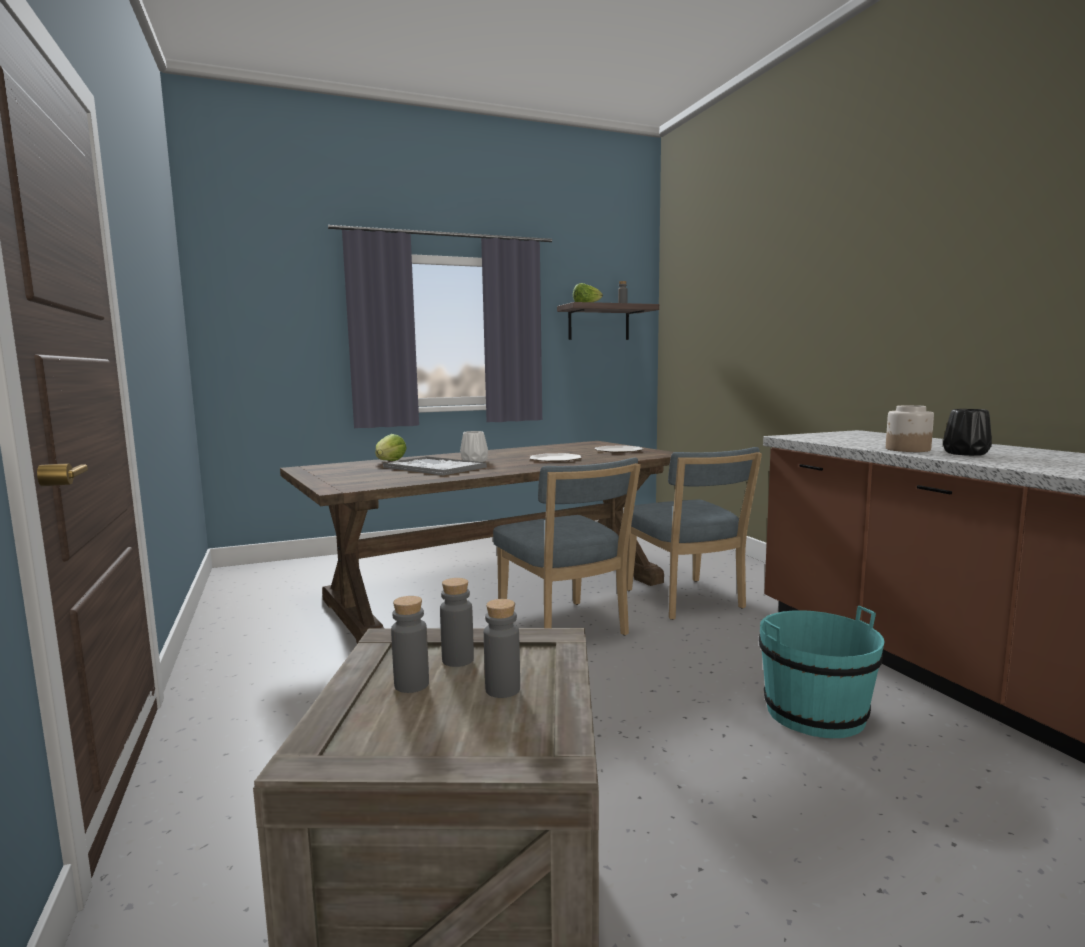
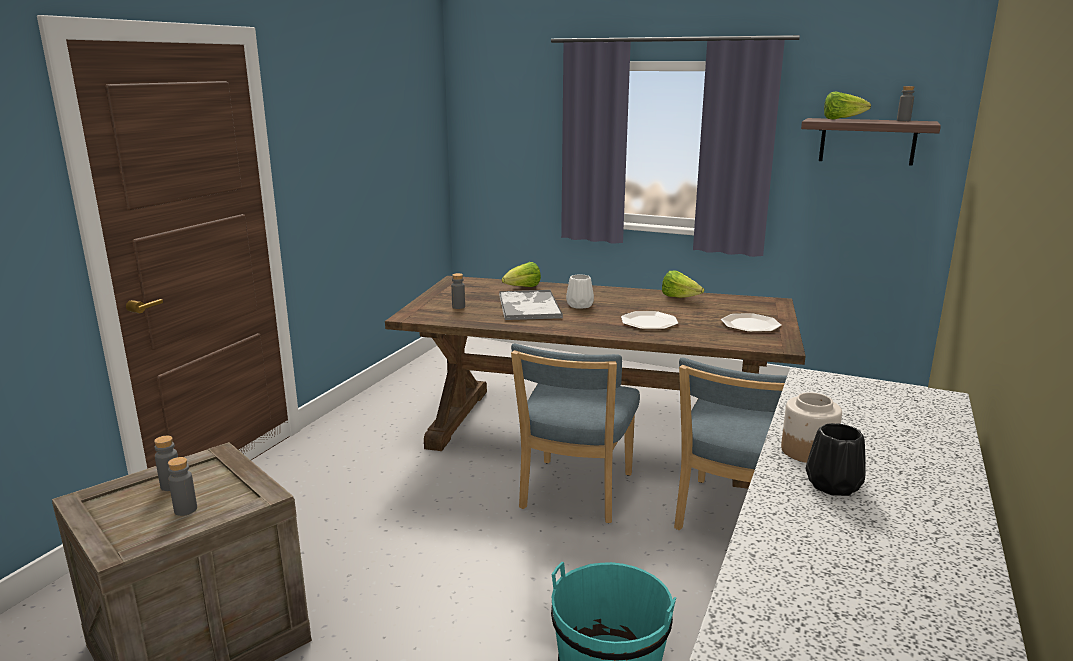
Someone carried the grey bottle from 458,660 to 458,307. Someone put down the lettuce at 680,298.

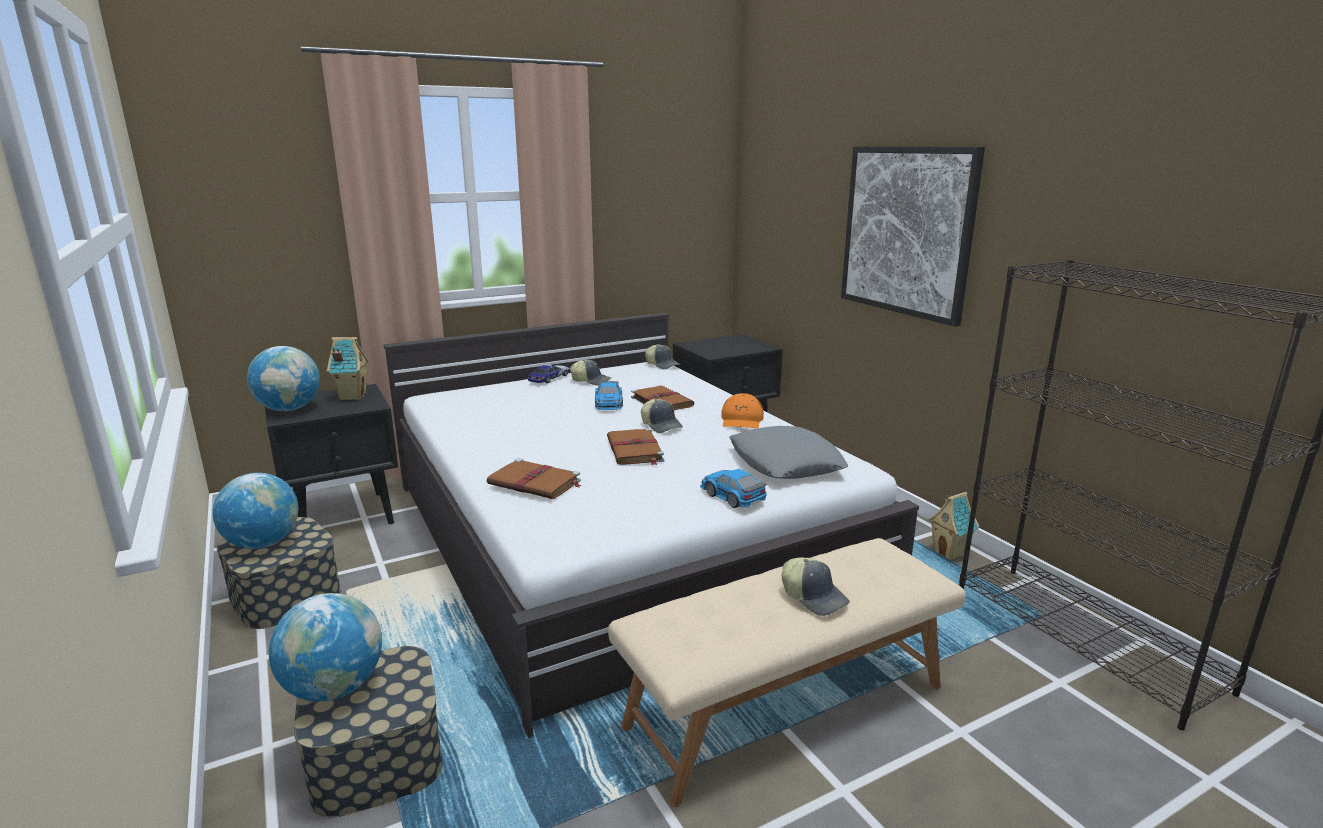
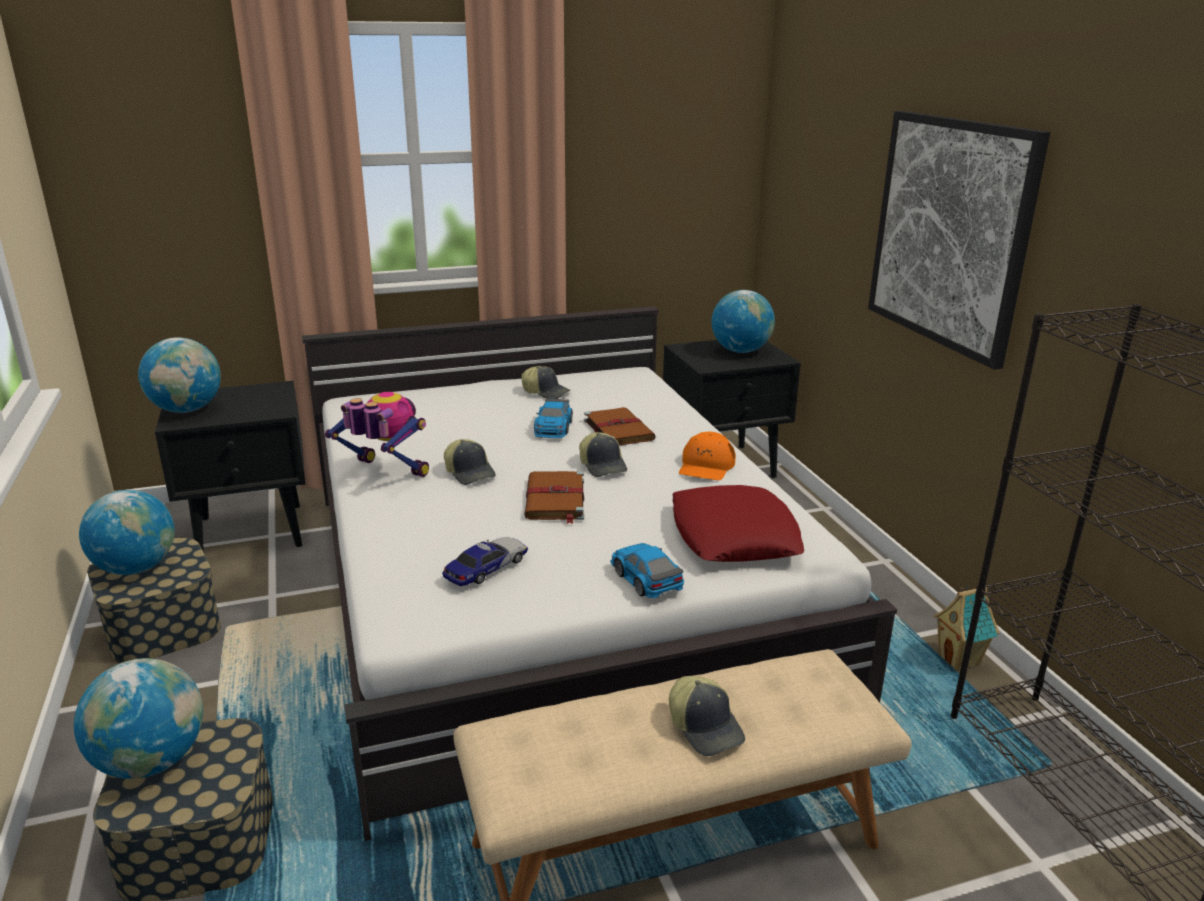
Someone took away the toy house at 352,396. Someone took away the brown book at 536,483. Someone carried the toy car from 549,378 to 486,568. Someone carried the cap from 662,365 to 470,473. Someone repainted the grey pillow at 785,463, which became the red pillow at 733,535. Someone put down the toy robot at 385,472. Someone put down the globe at 740,351.

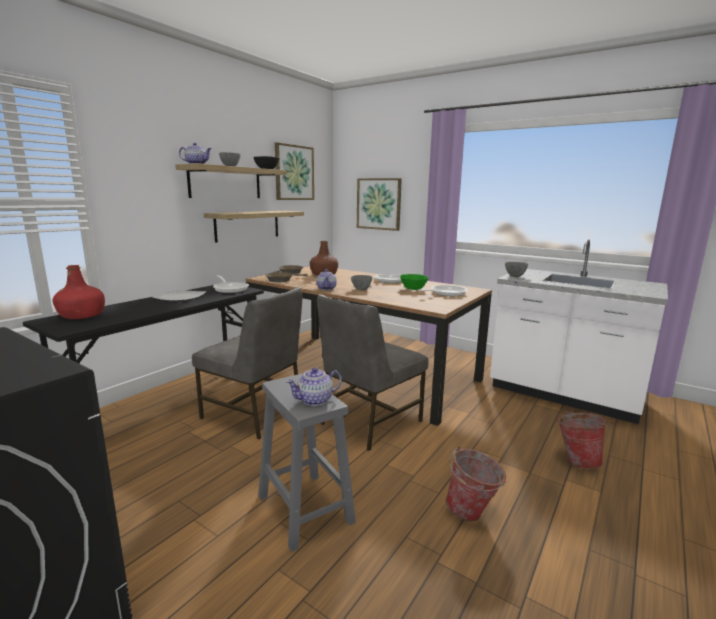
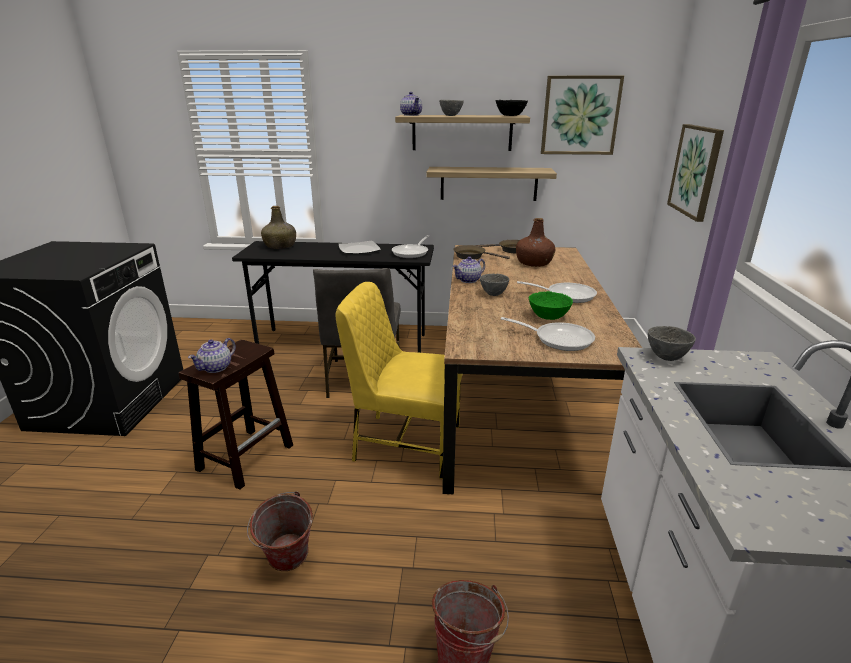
Someone repainted the red bottle at 82,315, which became the green bottle at 280,246. Someone repainted the grey stool at 303,508, which became the brown stool at 246,456. Someone rotated the teapot at 315,400 by 90 degrees counterclockwise. Someone repainted the grey chair at 369,422, which became the yellow chair at 405,443.

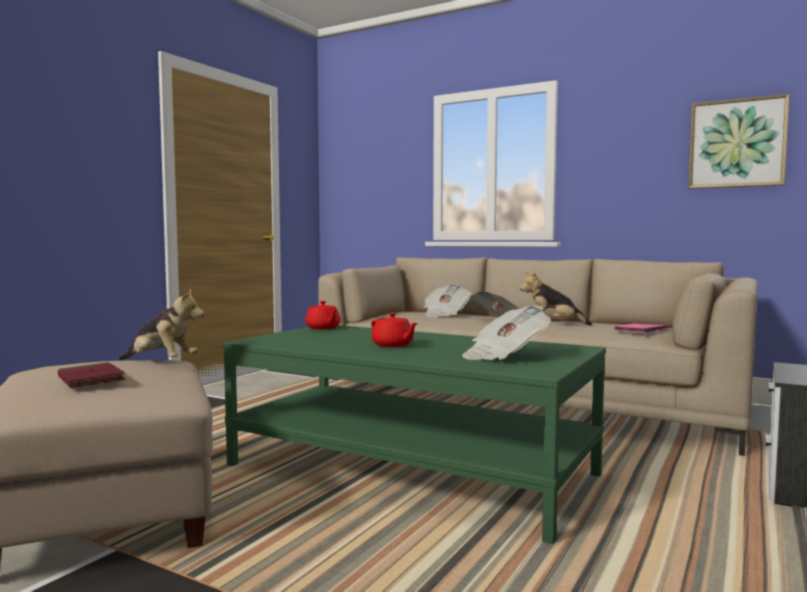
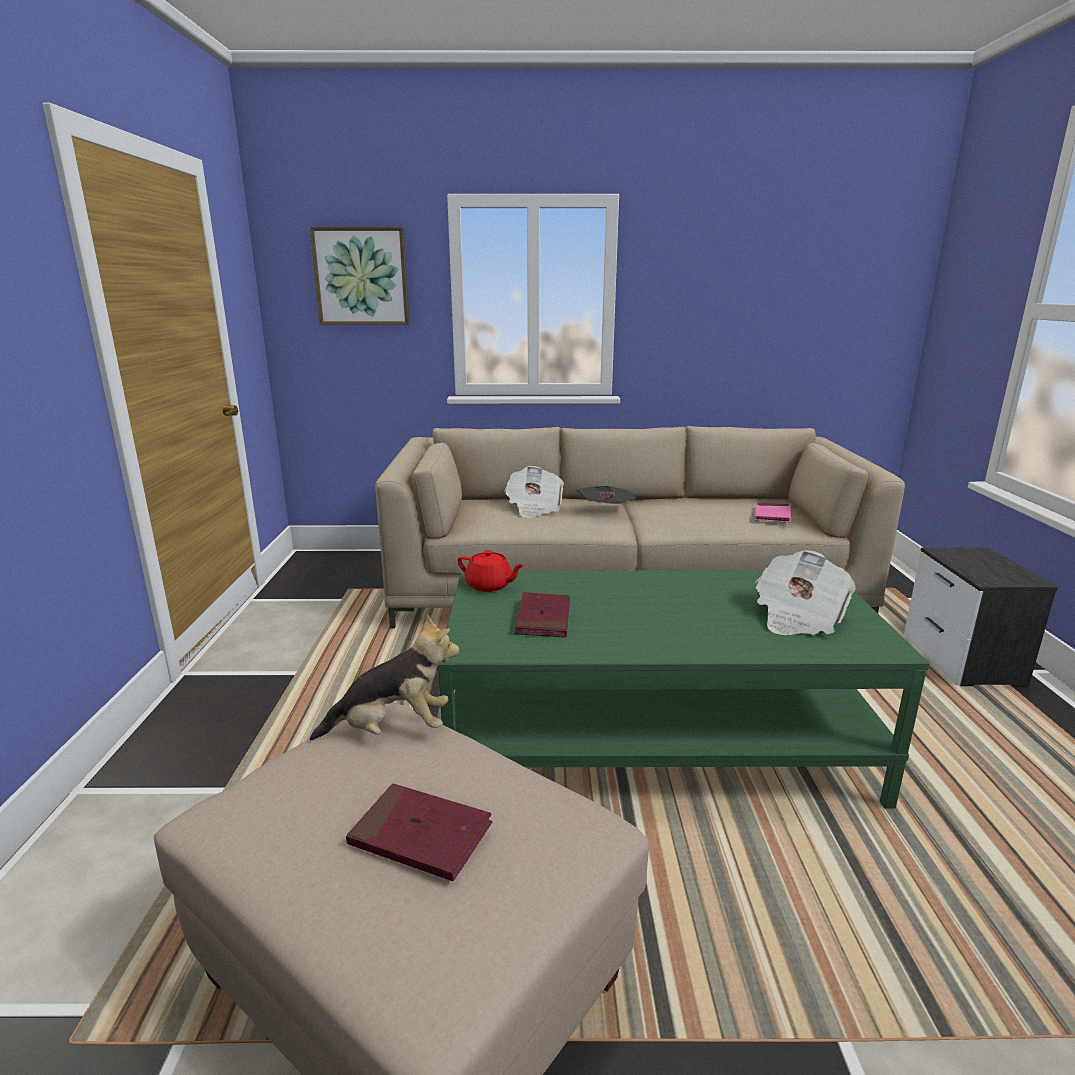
Someone took away the red teapot at 393,345. Someone took away the plush toy at 553,324. Someone carried the picture from 737,143 to 361,277. Someone put down the red book at 543,618.

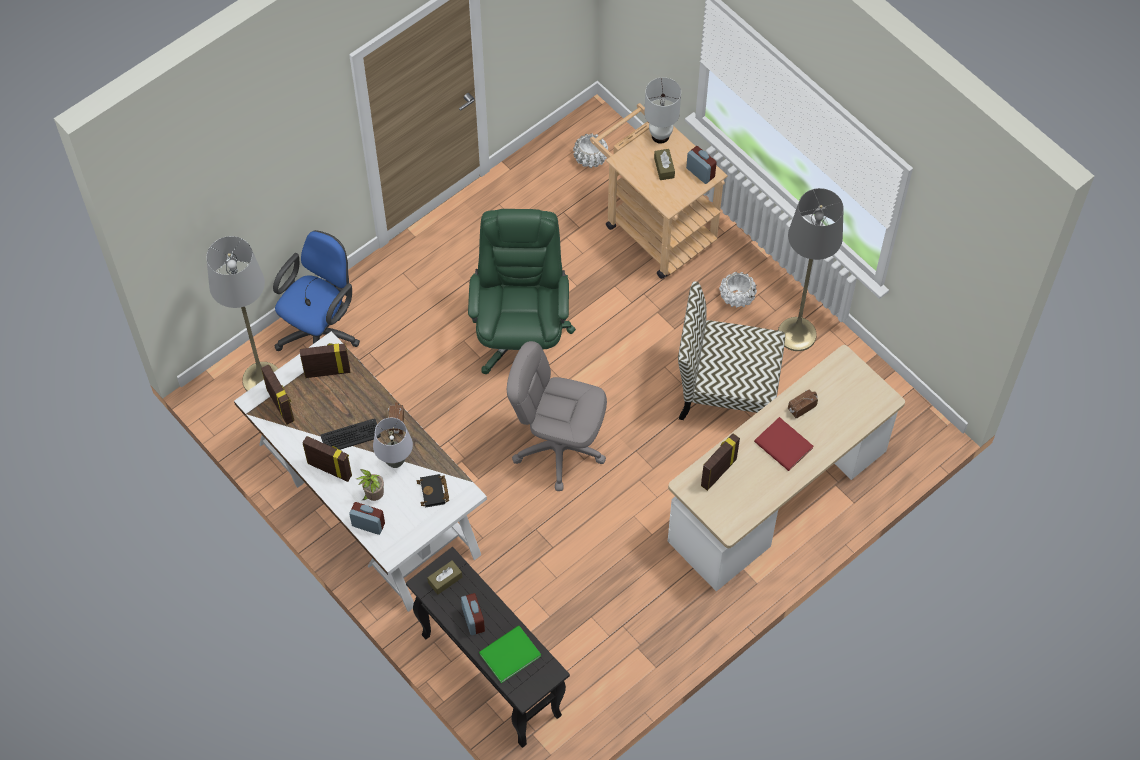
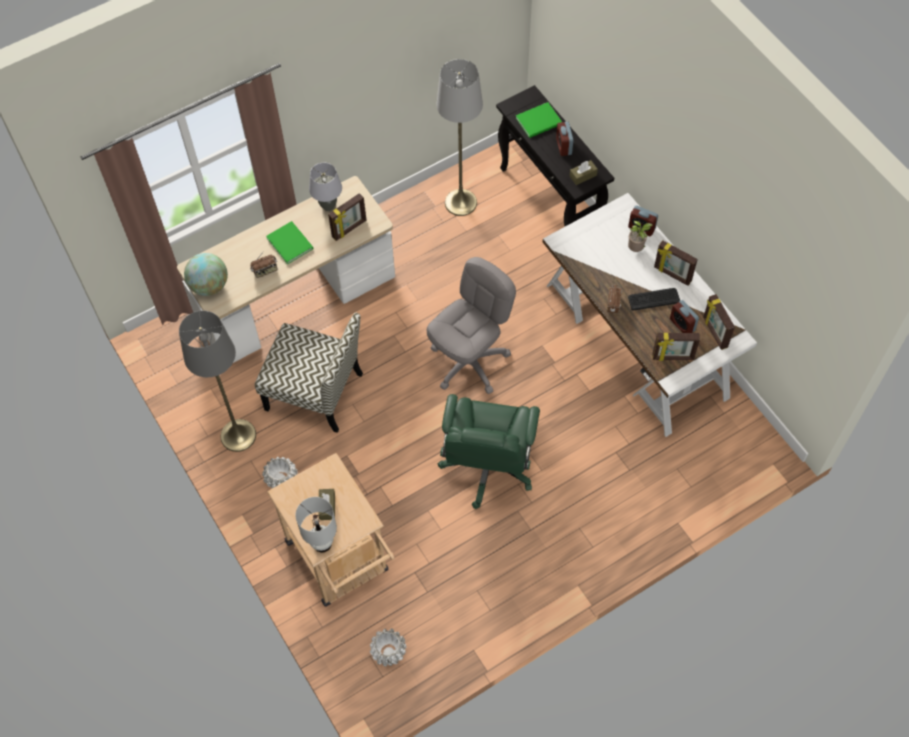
Someone carried the grey floor lamp from 262,379 to 461,202. Someone took away the blue office chair at 321,332. Someone carried the grey table lamp from 395,461 to 328,206. Someone took away the black book at 434,492. Someone rotated the grey office chair at 559,448 by 75 degrees counterclockwise. Someone carried the alarm clock from 700,172 to 682,324. Someone repainted the red book at 783,447, which became the green book at 290,242. Someone put down the globe at 209,285.

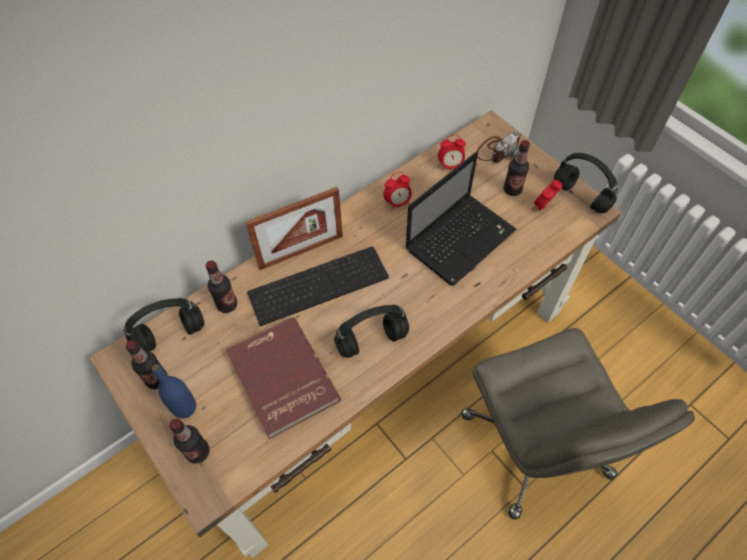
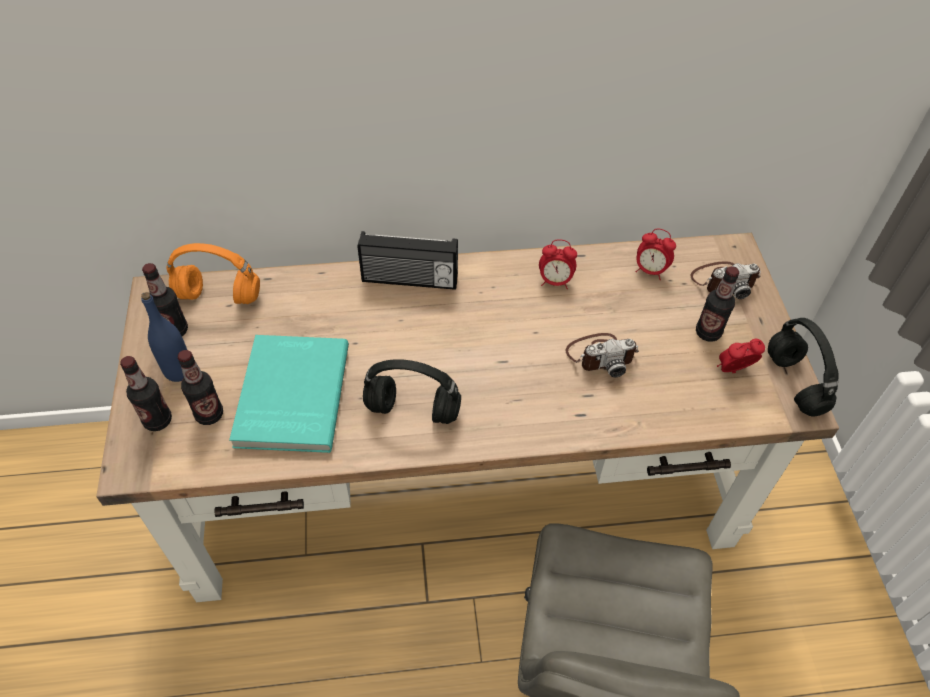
Someone repainted the black headphones at 171,335, which became the orange headphones at 220,296. Someone carried the bottle from 227,305 to 209,414. Someone repainted the red book at 281,378, which became the turquoise book at 290,395. Someone swapped the picture frame at 301,251 for the radio at 409,280. Someone took away the keyboard at 319,283. Someone swapped the laptop at 461,238 for the photo camera at 601,355.

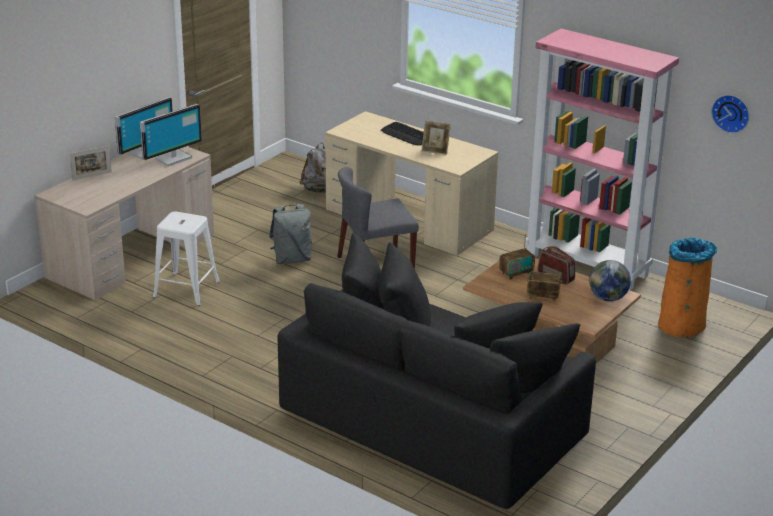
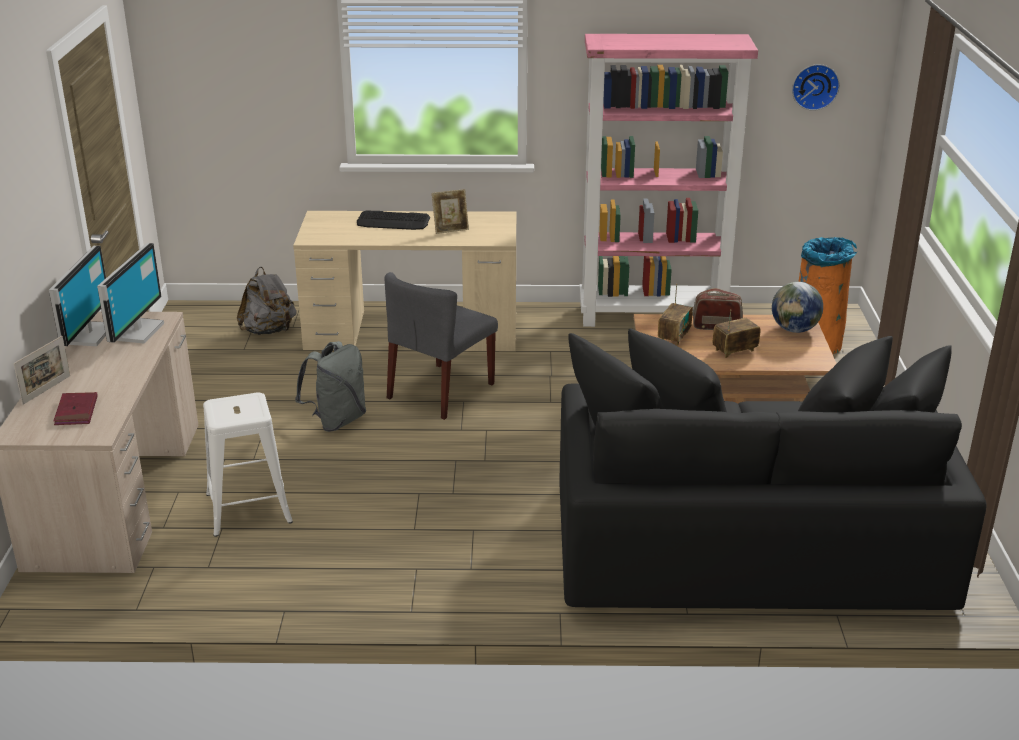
Someone put down the red book at 76,411.

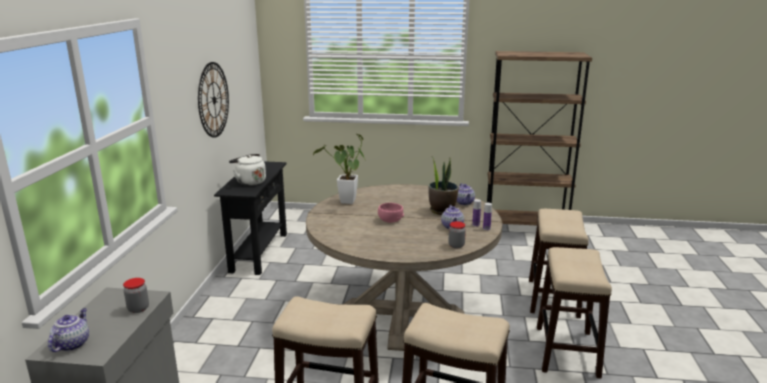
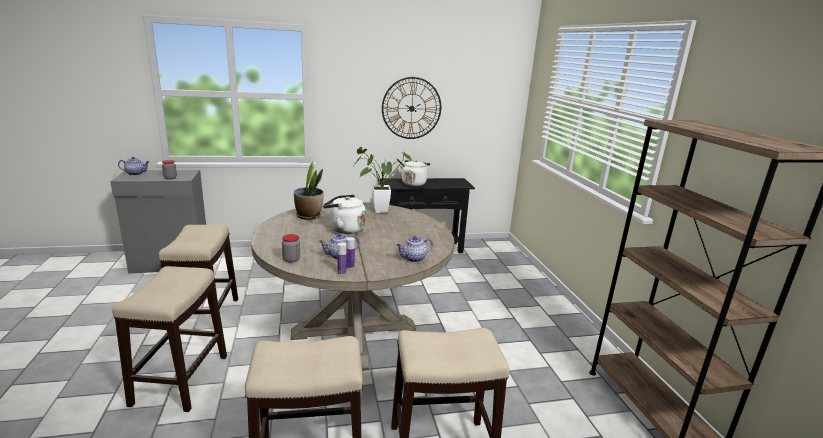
Someone swapped the pink bowl at 390,220 for the white kettle at 345,229. Someone carried the potted plant from 442,210 to 309,216.

